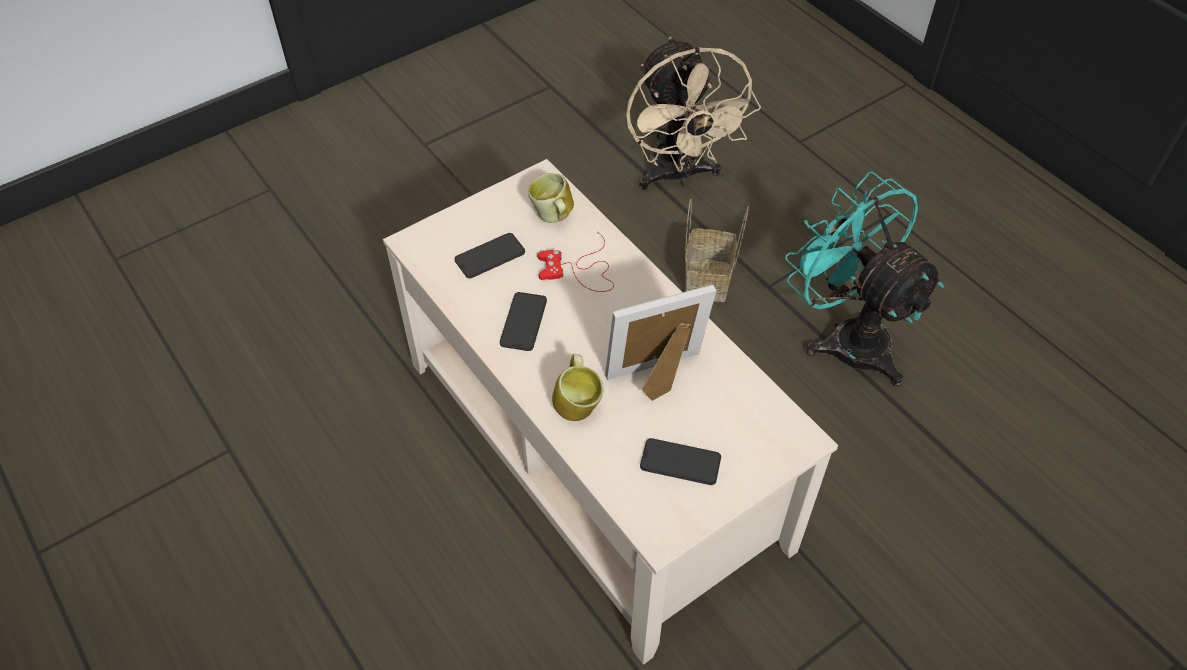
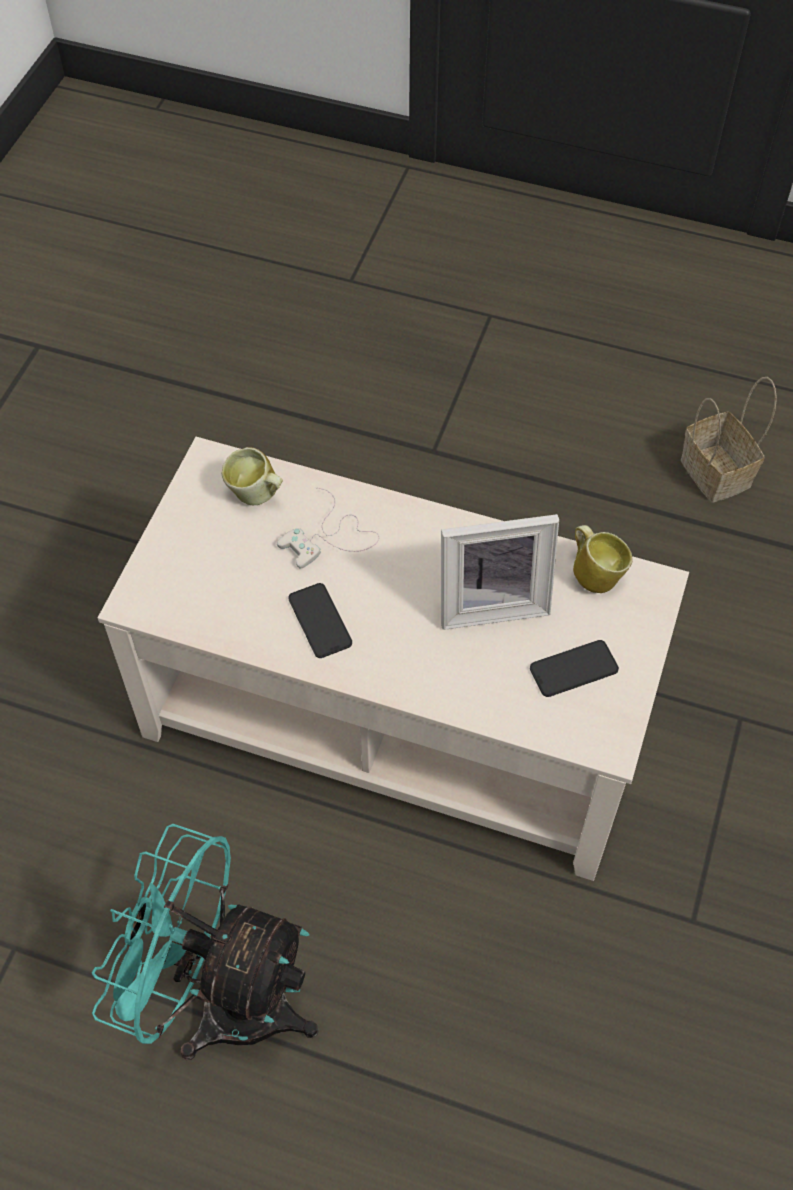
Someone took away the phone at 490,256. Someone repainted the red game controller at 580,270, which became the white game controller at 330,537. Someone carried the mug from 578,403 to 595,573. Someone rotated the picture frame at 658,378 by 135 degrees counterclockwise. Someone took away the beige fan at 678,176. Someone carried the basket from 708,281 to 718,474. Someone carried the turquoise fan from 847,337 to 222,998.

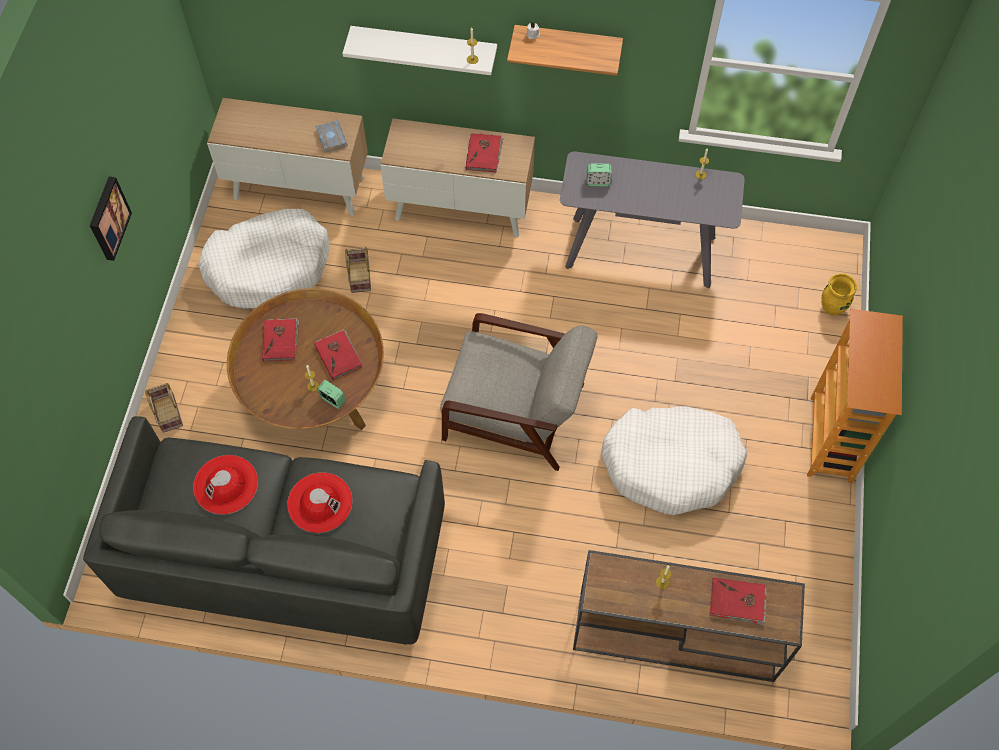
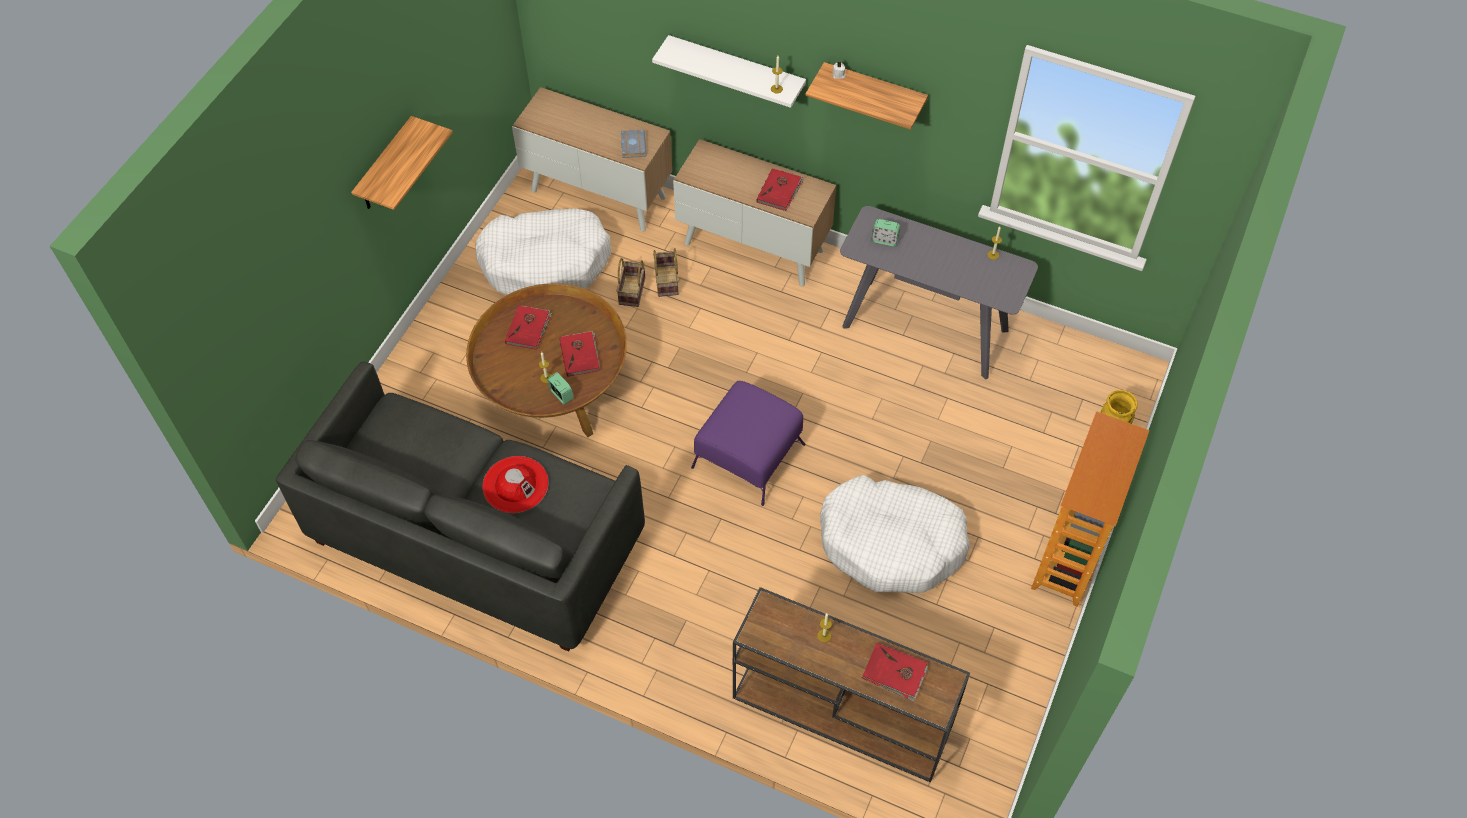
Someone swapped the picture at 107,218 for the shelf at 385,166. Someone carried the basket from 169,413 to 667,282. Someone took away the red hat at 226,484. Someone swapped the grey armchair at 516,412 for the purple ottoman at 747,456.

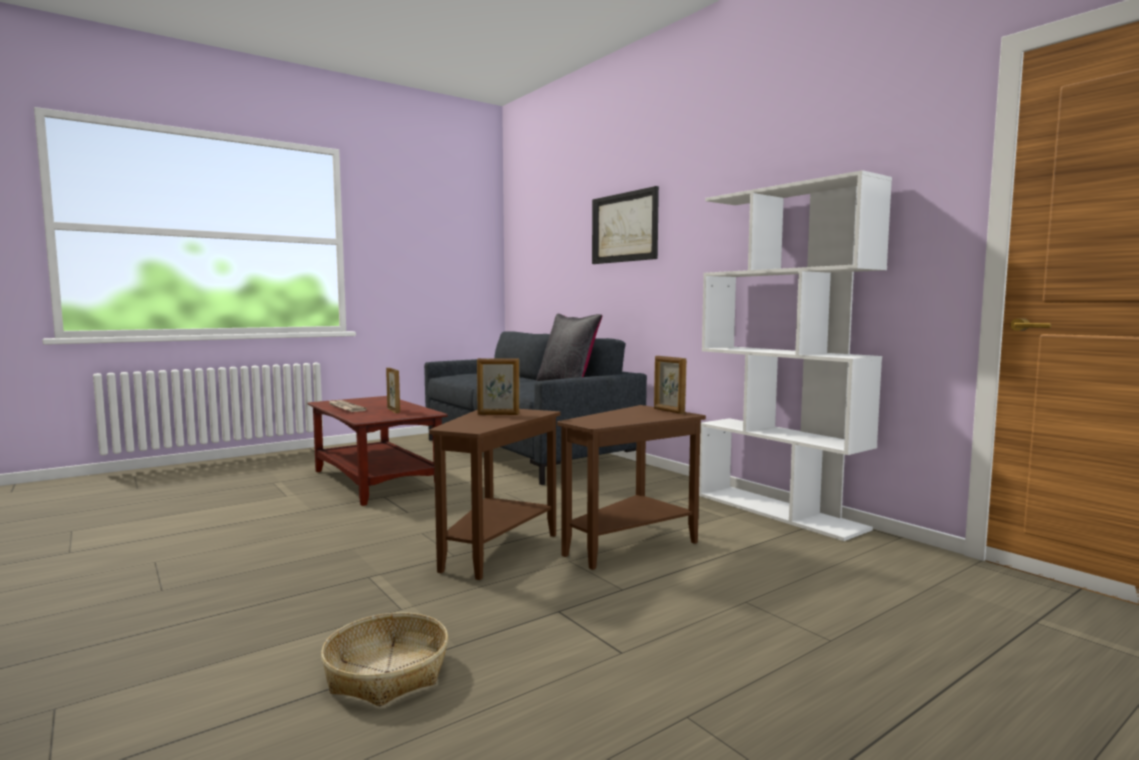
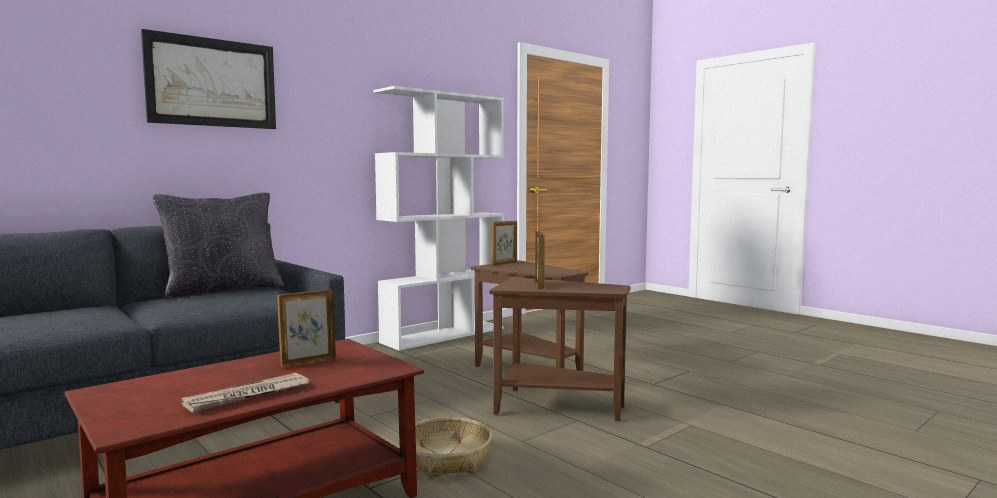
Someone carried the basket from 387,673 to 446,458.

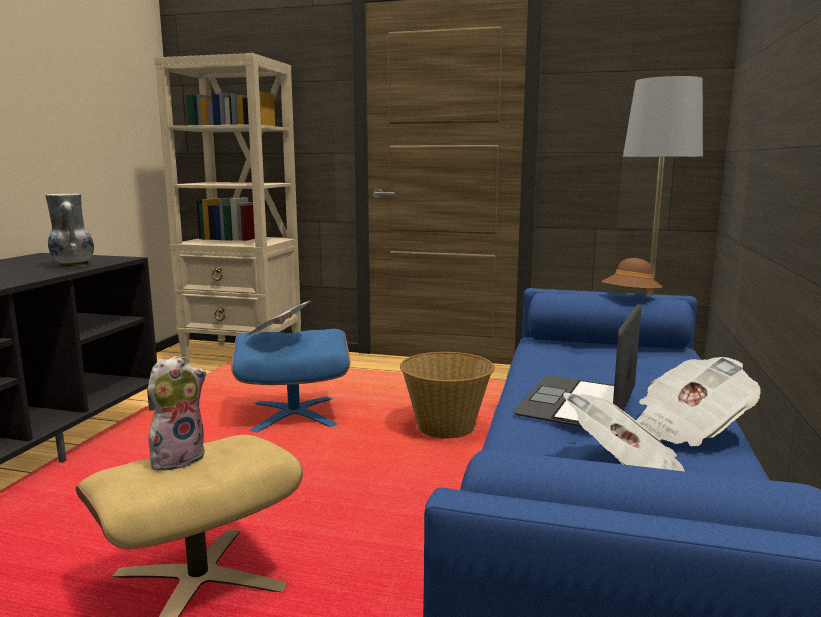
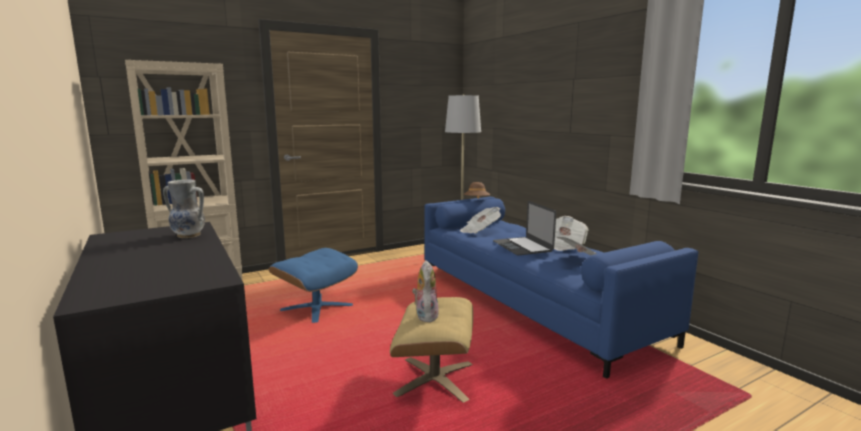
Someone carried the newspaper from 278,337 to 480,231. Someone took away the basket at 446,427.

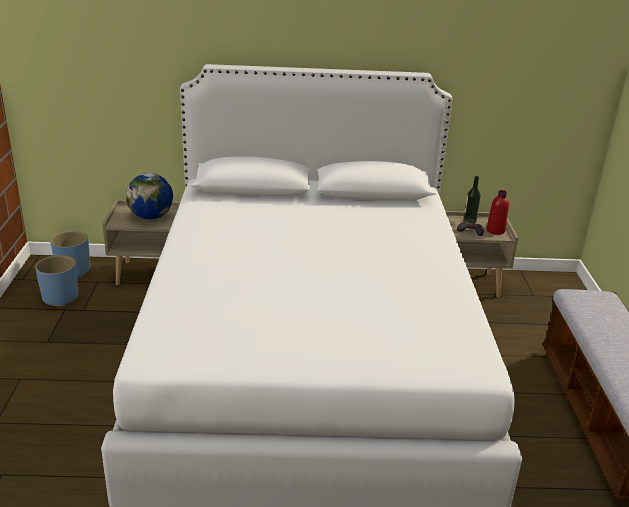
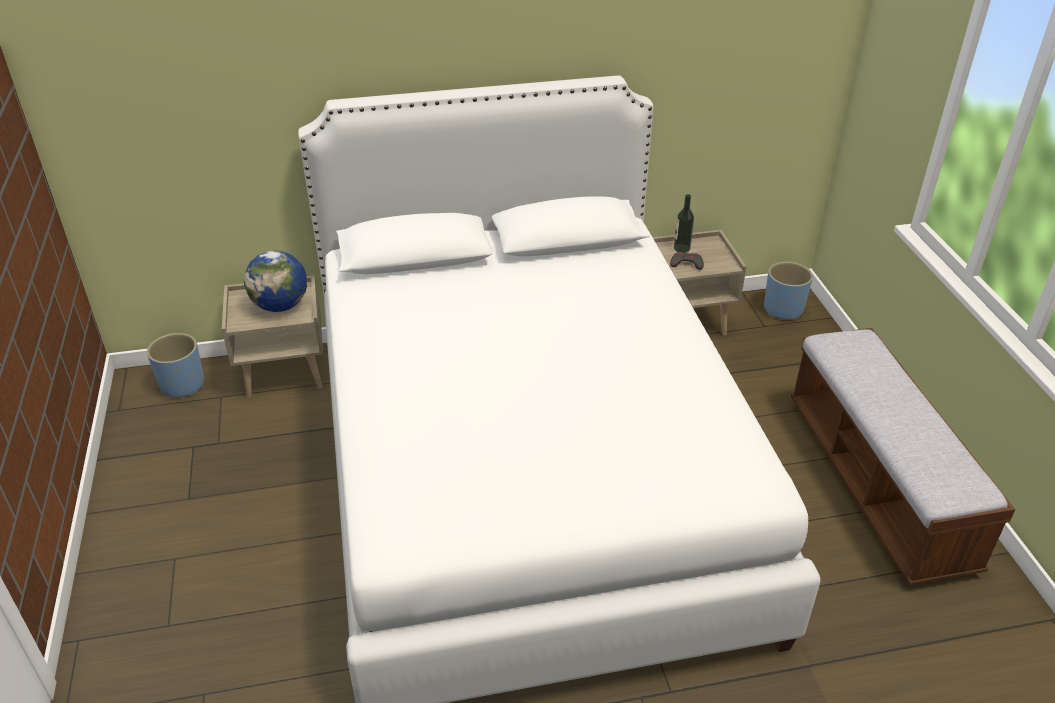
Someone carried the blue planter from 60,297 to 783,309. Someone took away the red bottle at 495,230.

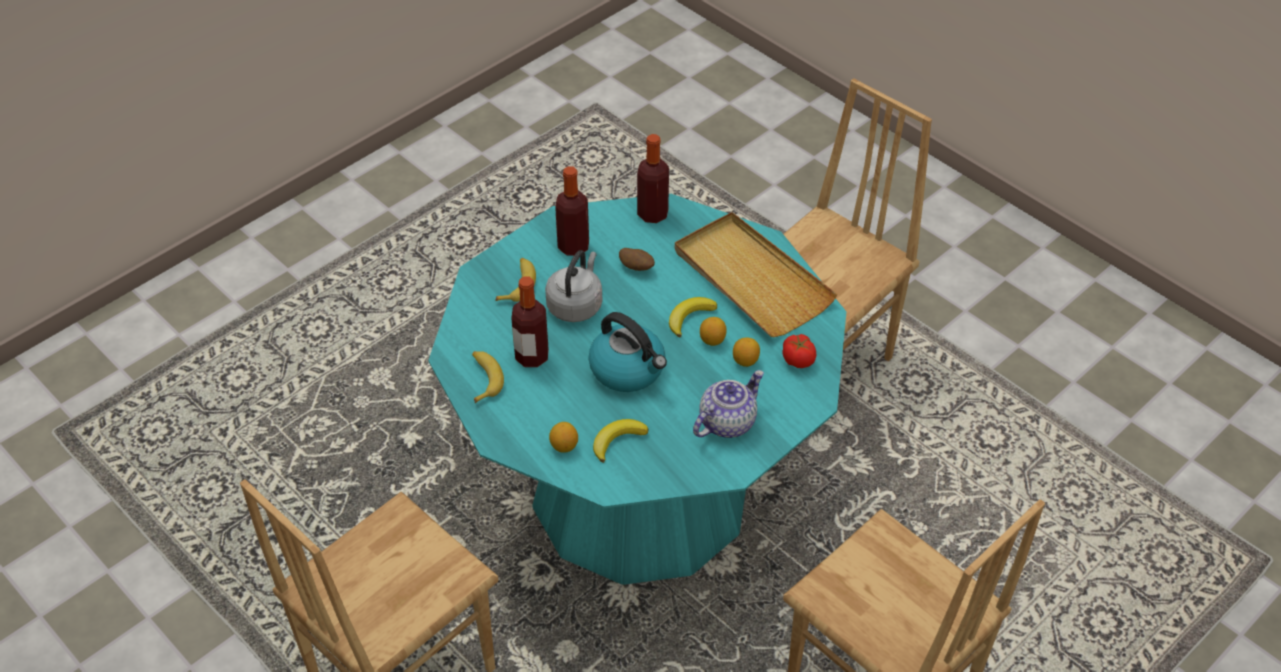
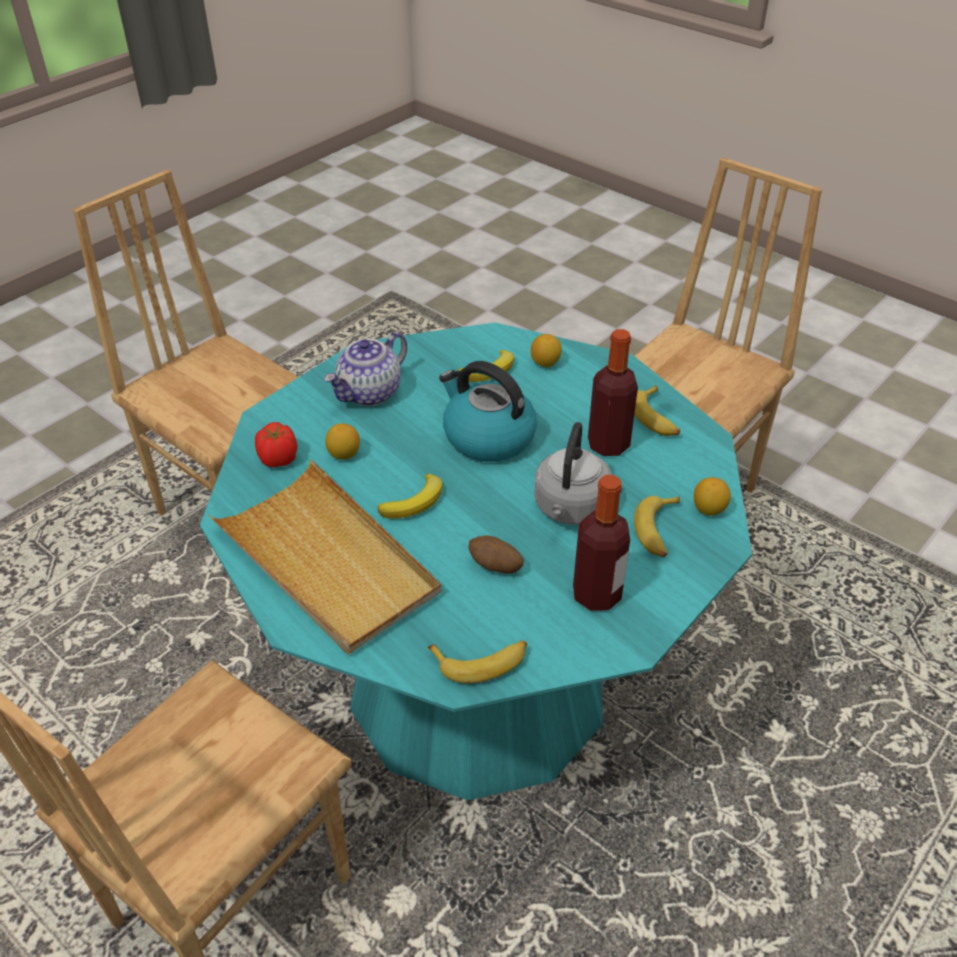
Someone swapped the bottle at 652,214 for the banana at 481,662. Someone carried the lemon from 712,340 to 709,510.

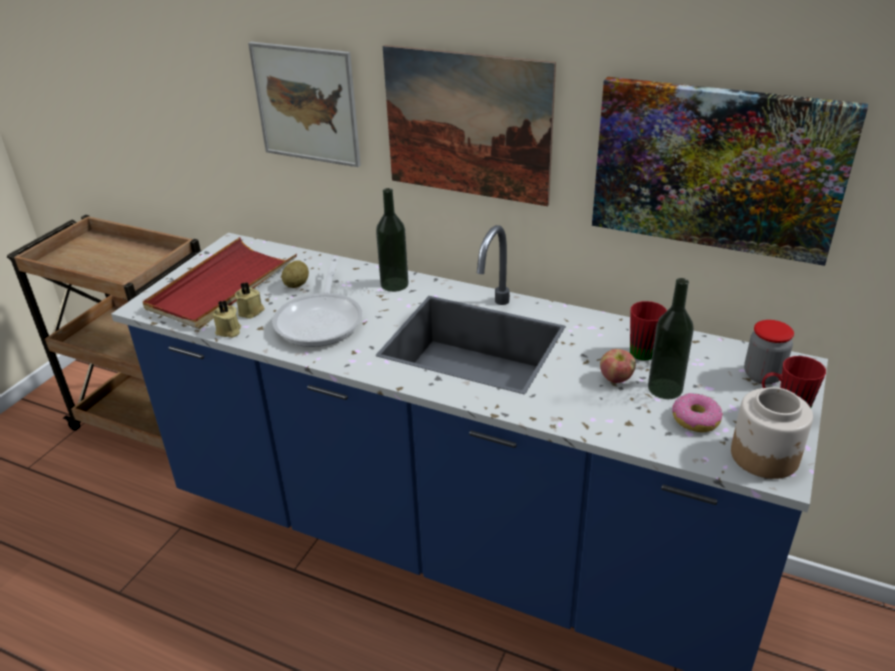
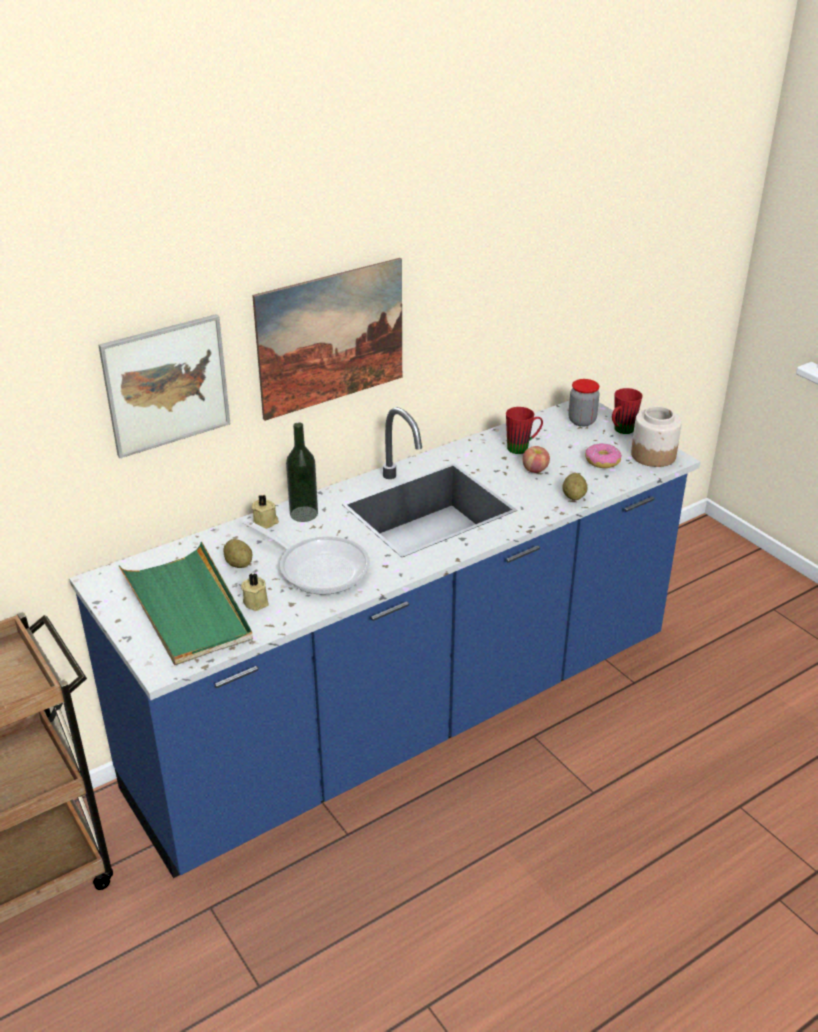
Someone repainted the red tray at 222,287, which became the green tray at 187,608. Someone carried the beige candle from 228,331 to 266,522. Someone took away the picture at 717,168. Someone took away the bottle at 665,388. Someone put down the potato at 573,496.

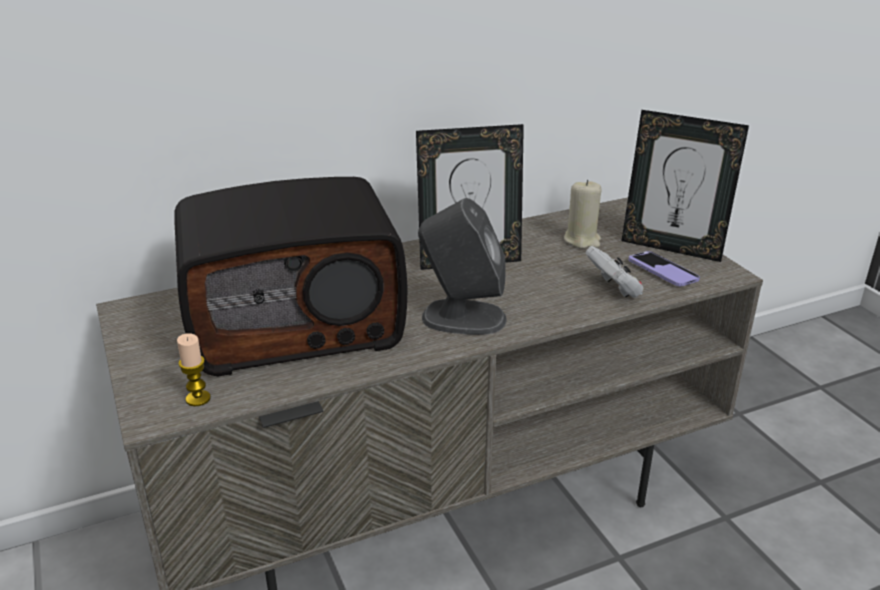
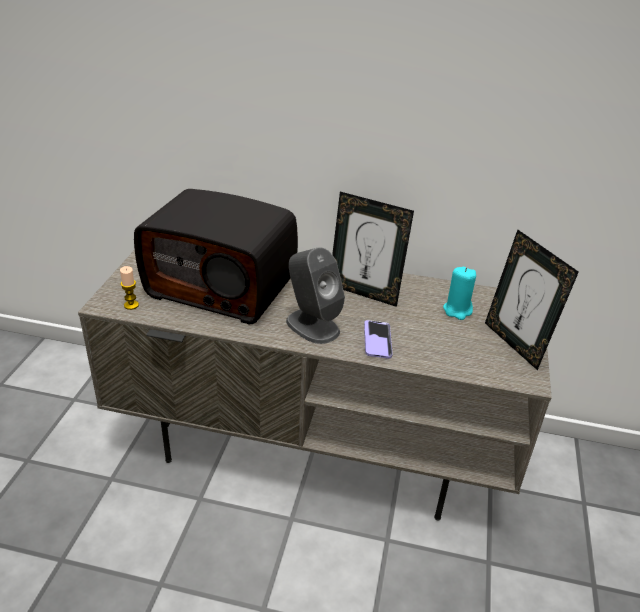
Someone repainted the beige candle at 582,240, which became the turquoise candle at 457,310. Someone took away the white game controller at 614,289. Someone carried the phone from 662,271 to 377,340.

